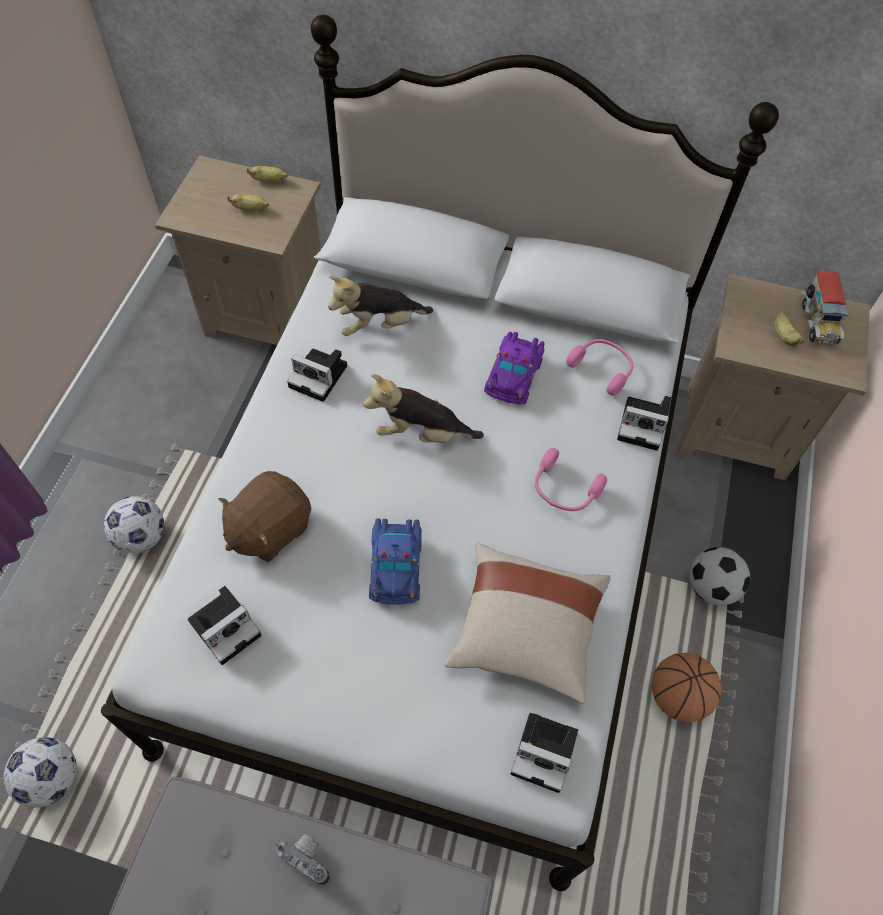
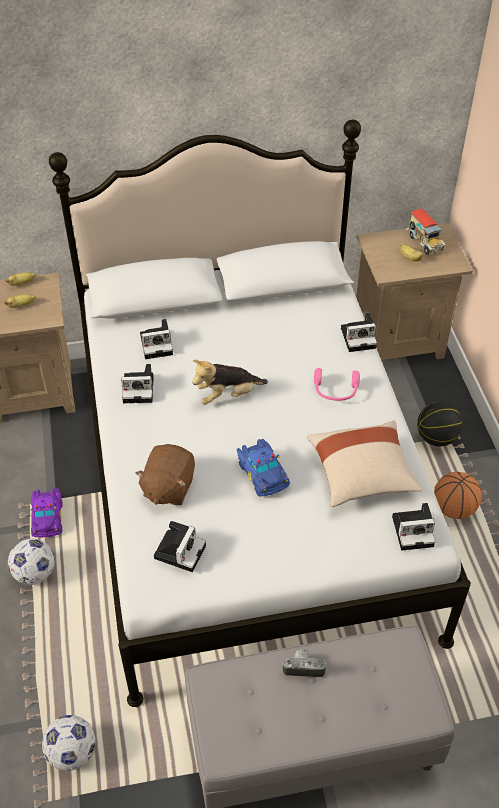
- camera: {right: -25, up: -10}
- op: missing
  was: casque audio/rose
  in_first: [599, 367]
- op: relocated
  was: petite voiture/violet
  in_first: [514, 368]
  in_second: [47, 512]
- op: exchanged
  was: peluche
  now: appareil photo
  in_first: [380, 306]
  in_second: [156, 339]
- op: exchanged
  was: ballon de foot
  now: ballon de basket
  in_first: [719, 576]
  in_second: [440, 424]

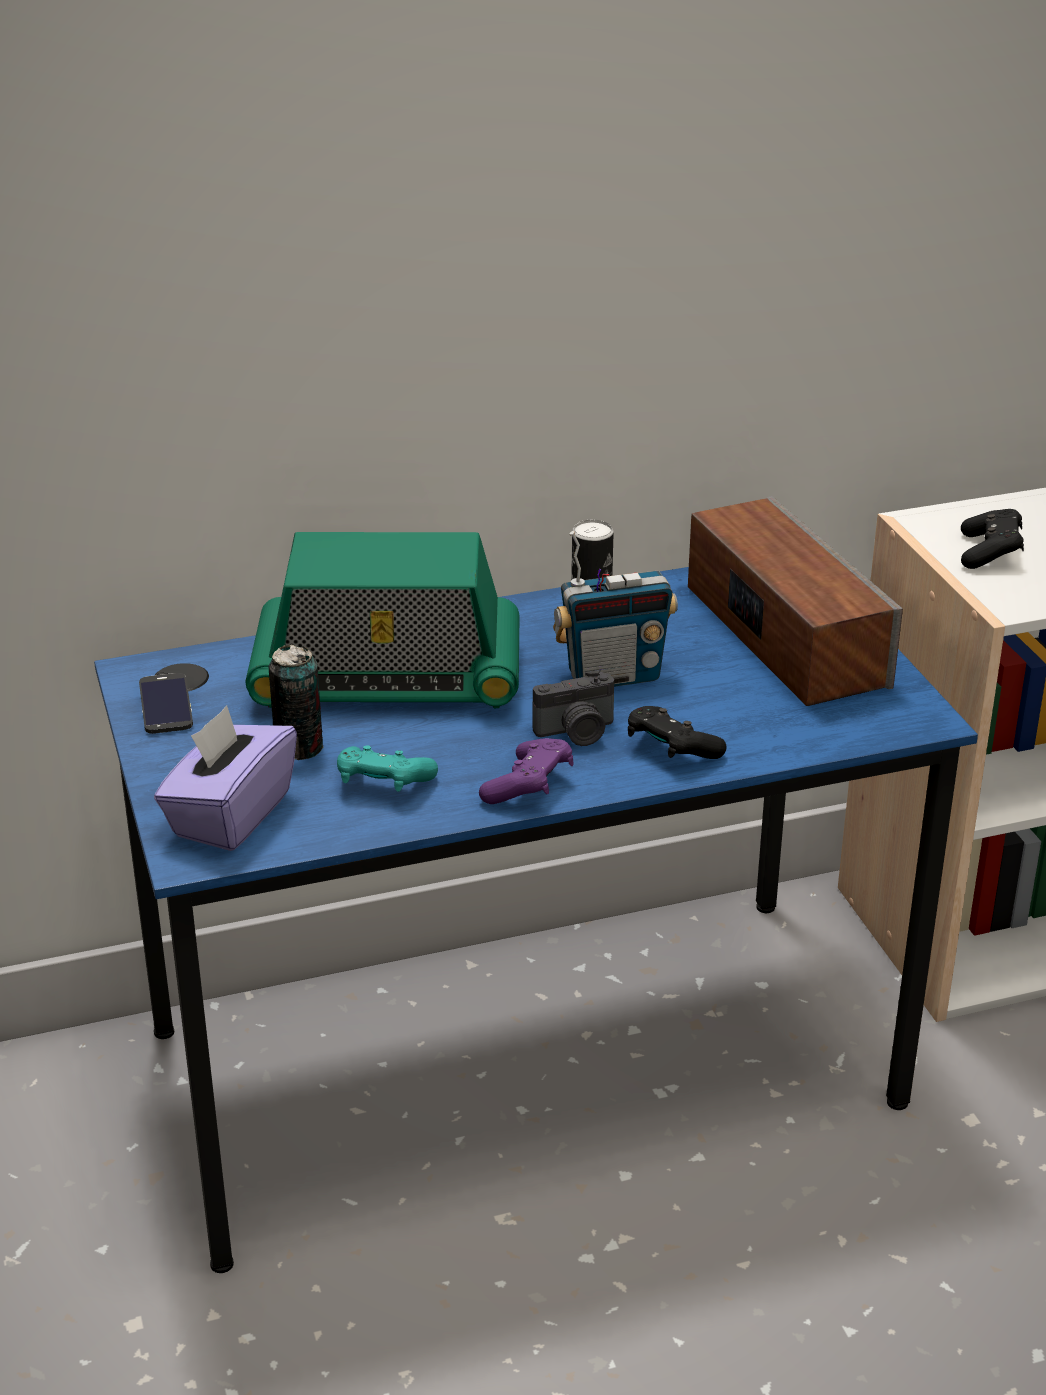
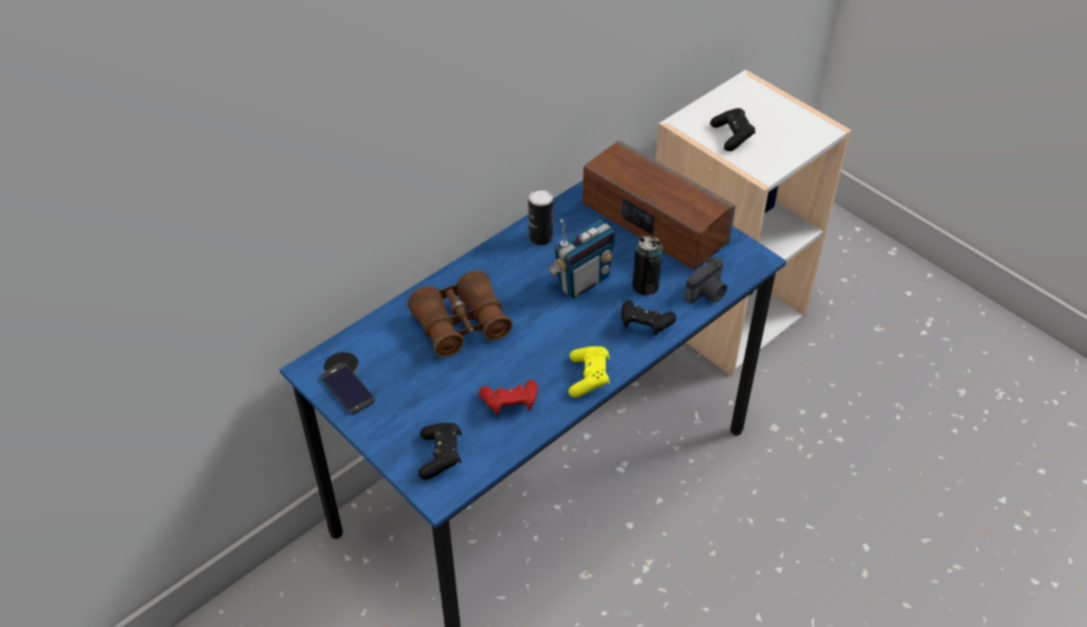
- camera: {right: -25, up: 15}
- op: relocated
  was: boîte métallique
  in_first: [296, 702]
  in_second: [647, 266]
- op: relocated
  was: appareil photo
  in_first: [573, 708]
  in_second: [705, 280]
- op: exchanged
  was: boîte à mouchoirs/violet
  now: manette/noir
  in_first: [225, 778]
  in_second: [440, 451]
- op: exchanged
  was: radio
  now: jumelles/marron
  in_first: [382, 620]
  in_second: [460, 313]
- op: colour
  was: manette/turquoise
  now: manette/rouge
  in_first: [387, 769]
  in_second: [508, 397]
- op: colour
  was: manette/violet
  now: manette/jaune
  in_first: [526, 771]
  in_second: [589, 372]

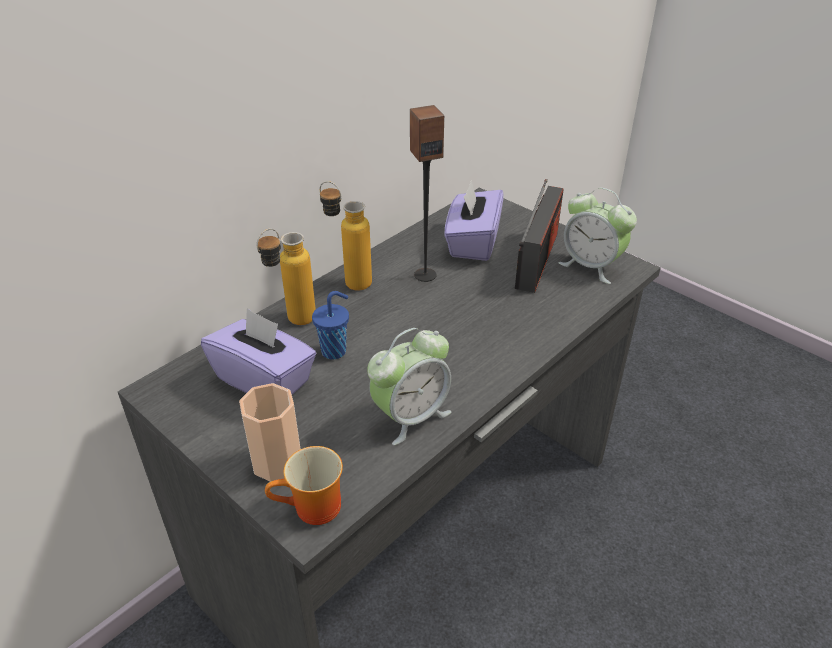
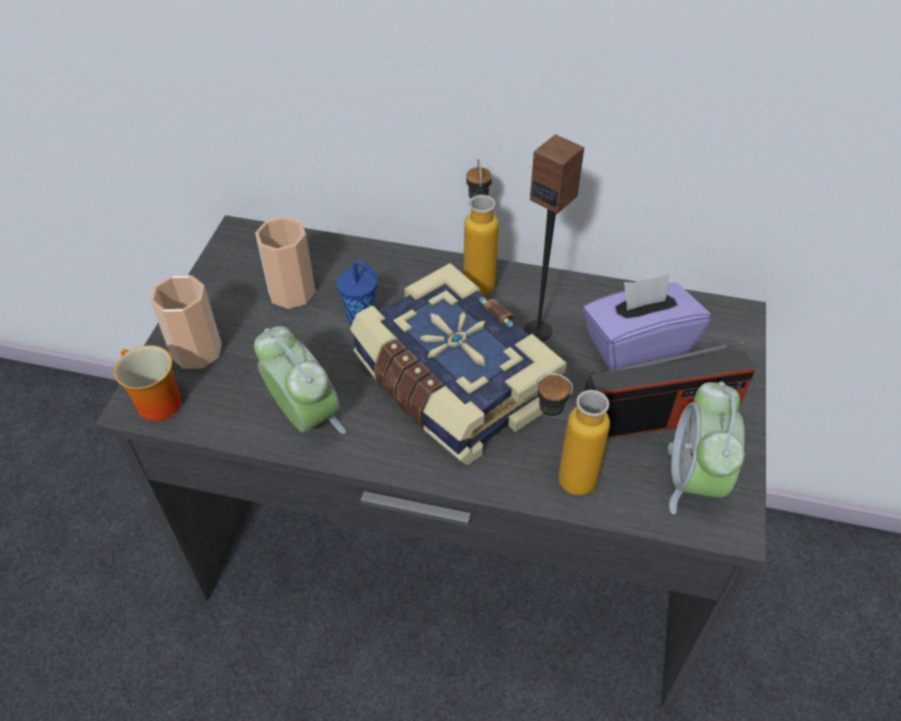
- camera: {right: 60, up: 10}
- op: appeared
  now: livre
  in_second: [458, 364]
- op: relocated
  was: bouteille
  in_first: [286, 276]
  in_second: [573, 434]
- op: exchanged
  was: boîte à mouchoirs/violet
  now: tasse
  in_first: [258, 351]
  in_second: [285, 263]
- op: spun
  was: réveil
  in_first: [409, 386]
  in_second: [300, 380]
  clockwise: -150

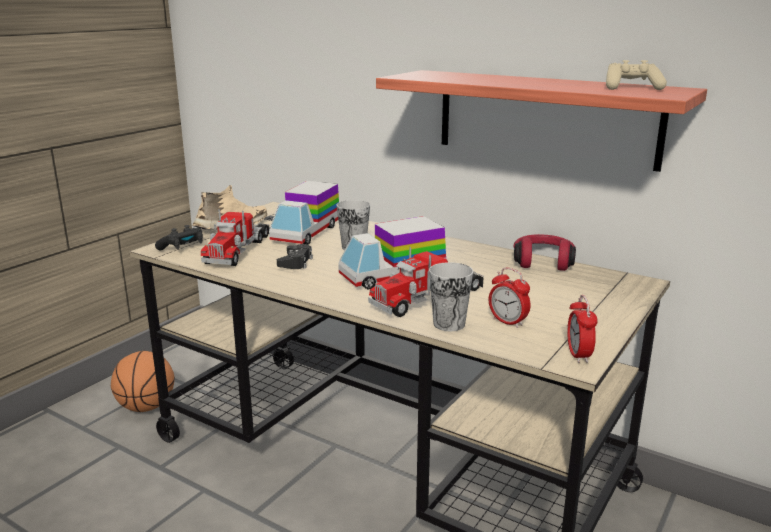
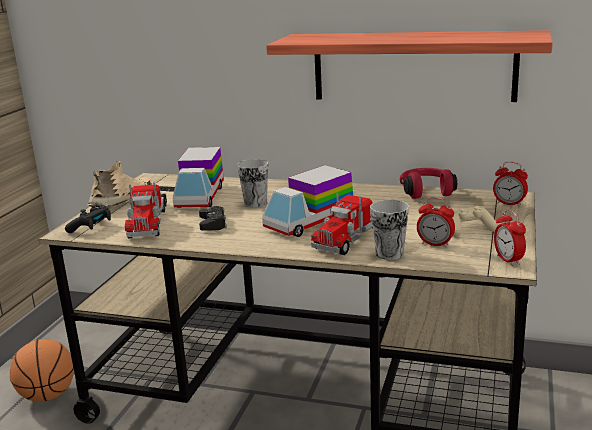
- camera: {right: -15, up: 0}
- op: appeared
  now: réveil
  in_second: [510, 184]
- op: relocated
  was: manette/beige
  in_first: [636, 75]
  in_second: [475, 221]

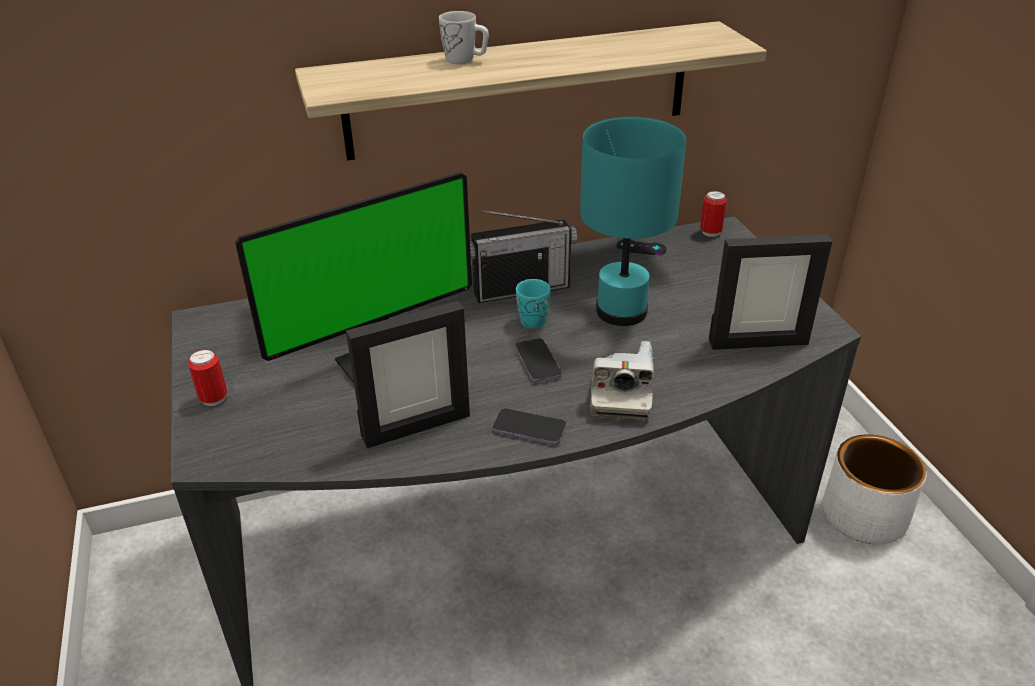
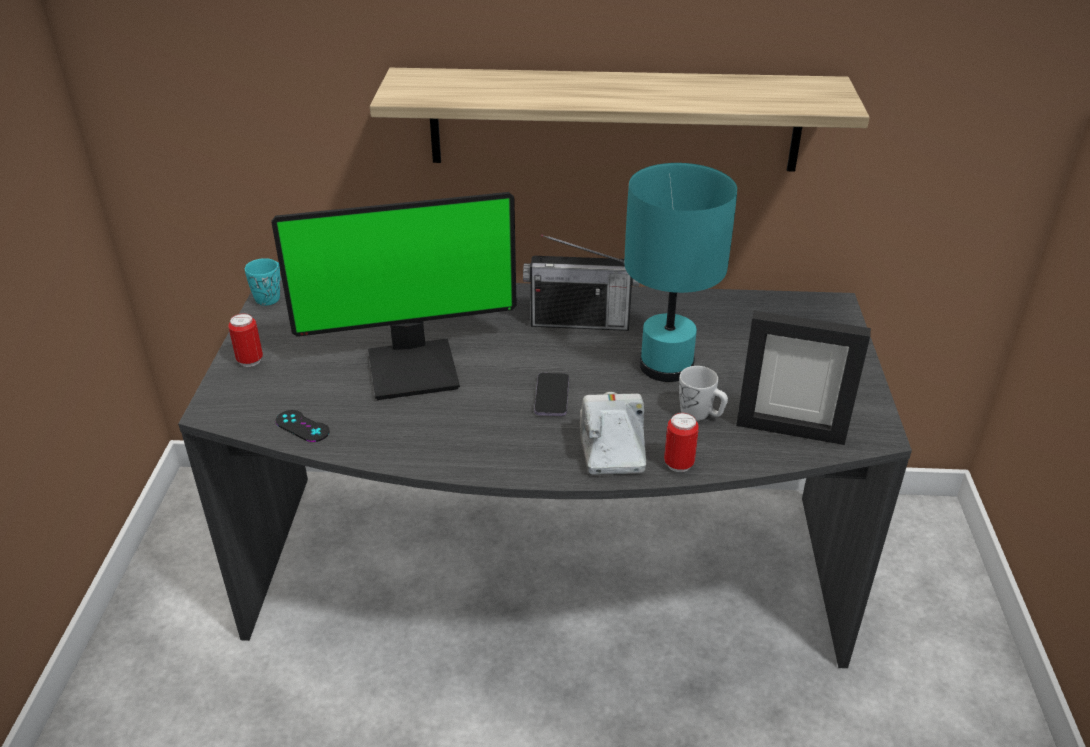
- camera: {right: 20, up: 0}
- op: missing
  was: cadre photo
  in_first: [408, 374]
- op: missing
  was: téléphone
  in_first: [529, 426]
- op: missing
  was: cache-pot/blanc
  in_first: [875, 489]
- op: relocated
  was: mug/blanc
  in_first: [464, 37]
  in_second: [703, 393]
- op: relocated
  was: mug/turquoise
  in_first: [533, 304]
  in_second: [262, 282]
- op: relocated
  was: manette/noir
  in_first: [642, 247]
  in_second: [302, 426]
- op: relocated
  was: boîte métallique
  in_first: [713, 214]
  in_second: [681, 442]
- op: spun
  was: appareil photo
  in_first: [622, 381]
  in_second: [613, 433]
  clockwise: 150

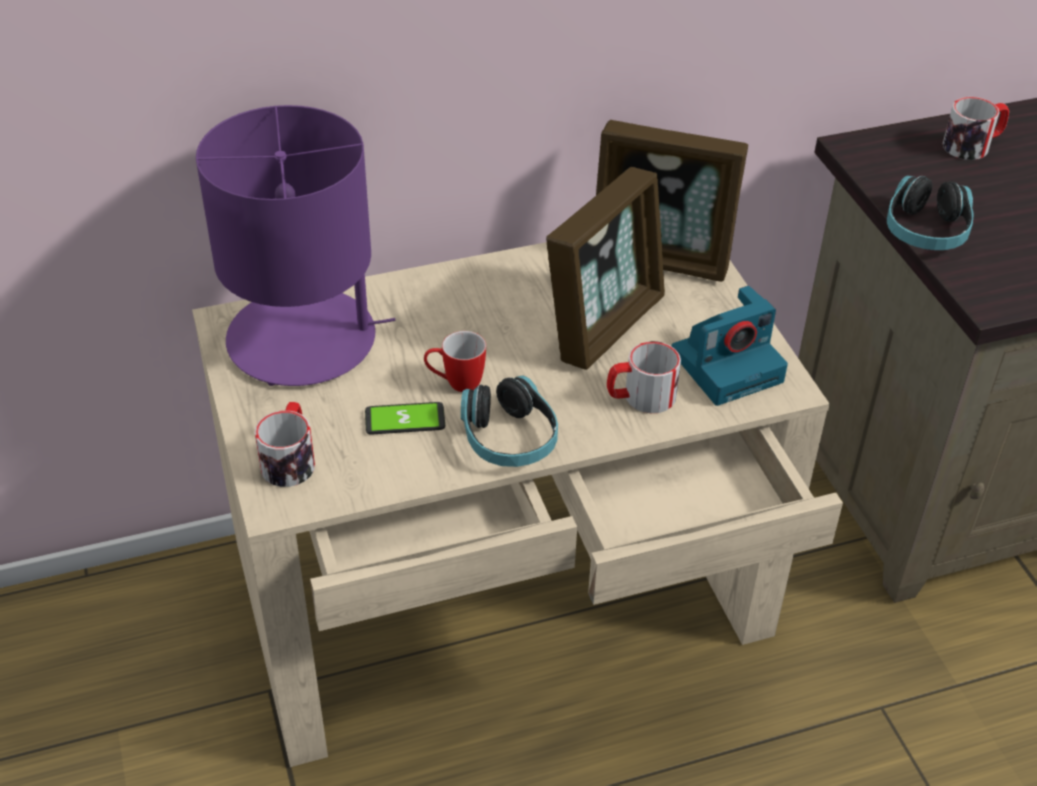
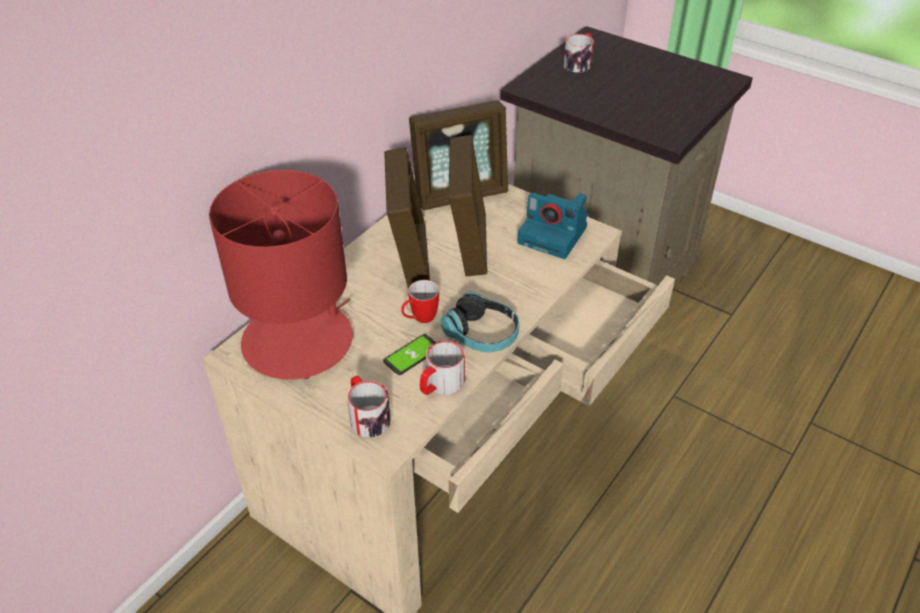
- camera: {right: -35, up: 0}
- op: missing
  was: casque audio
  in_first: [930, 213]
- op: appeared
  now: cadre photo
  in_second: [407, 217]
- op: relocated
  was: mug
  in_first: [644, 377]
  in_second: [442, 367]
- op: colour
  was: lampe de table/violet
  now: lampe de table/rouge
  in_first: [295, 245]
  in_second: [281, 275]
- op: spun
  was: appareil photo
  in_first: [730, 346]
  in_second: [552, 226]
  clockwise: 90

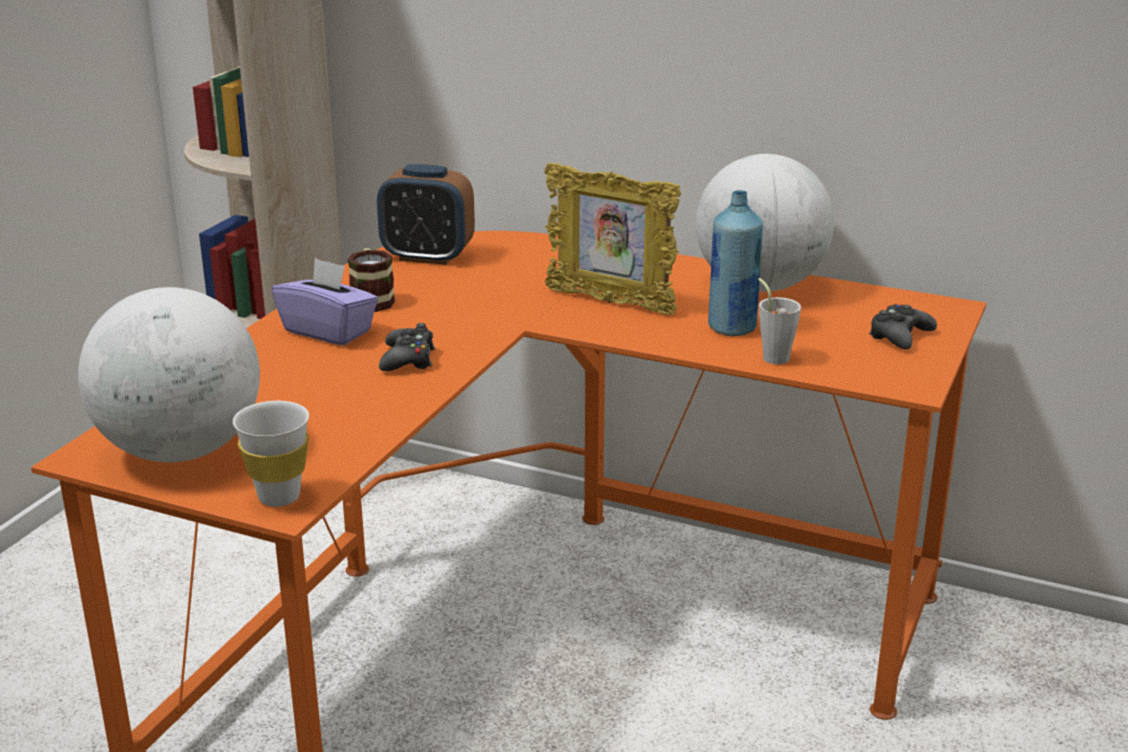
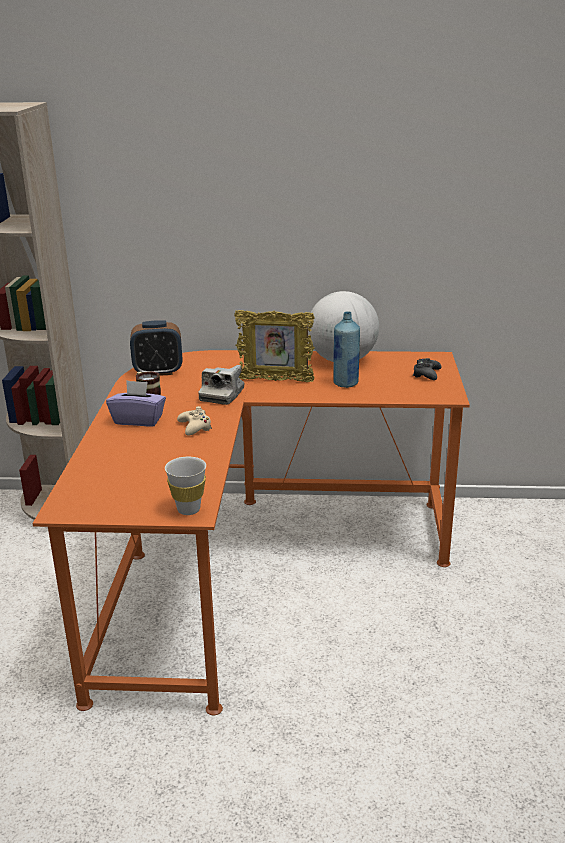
- camera: {right: -20, up: 0}
- op: missing
  was: globe
  in_first: [169, 374]
- op: missing
  was: tasse/gris
  in_first: [779, 321]
- op: appeared
  now: appareil photo
  in_second: [221, 385]
- op: colour
  was: manette/noir
  now: manette/beige
  in_first: [407, 347]
  in_second: [194, 421]

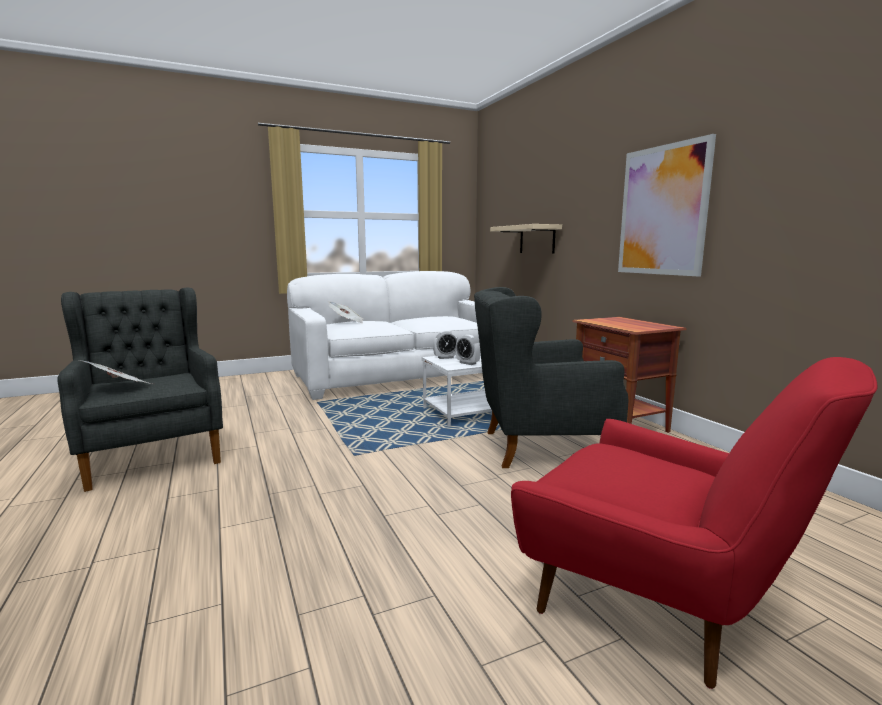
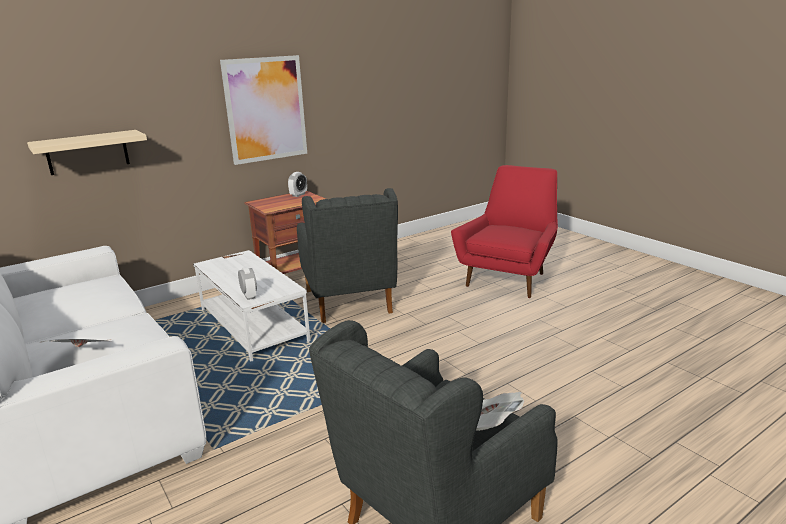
- camera: {right: -100, up: 10}
- op: relocated
  was: réveil
  in_first: [468, 350]
  in_second: [297, 184]

